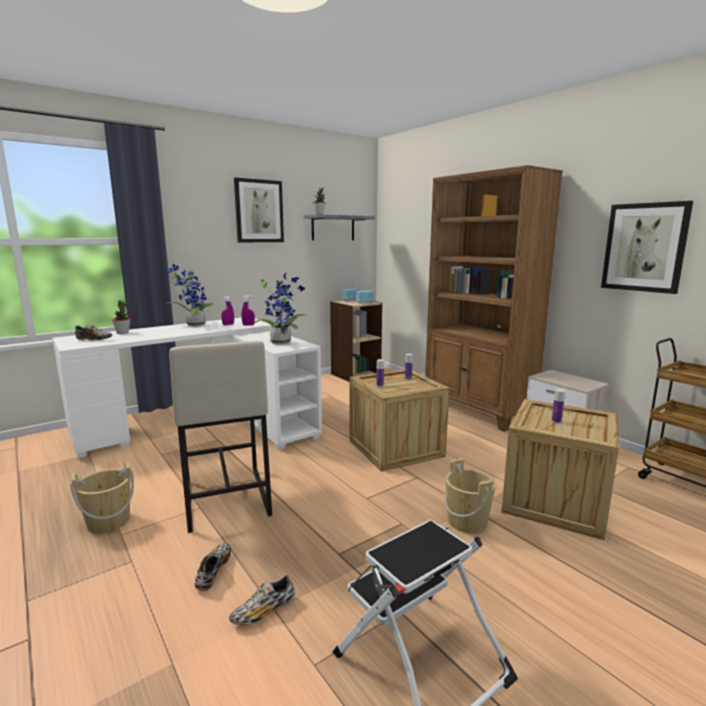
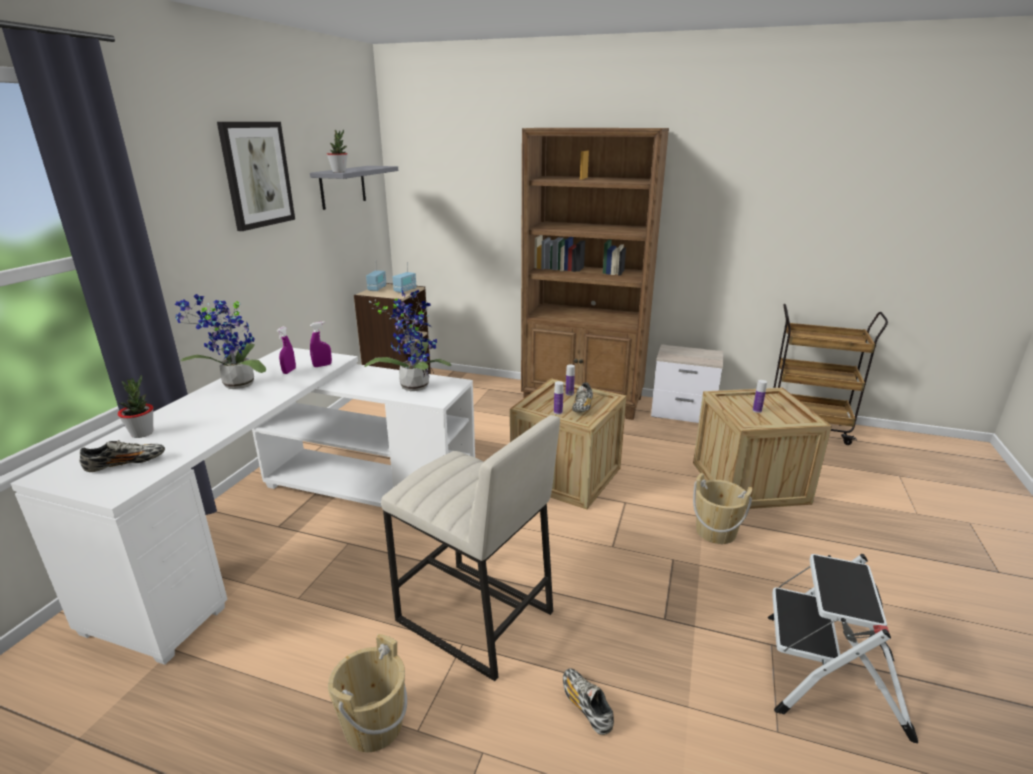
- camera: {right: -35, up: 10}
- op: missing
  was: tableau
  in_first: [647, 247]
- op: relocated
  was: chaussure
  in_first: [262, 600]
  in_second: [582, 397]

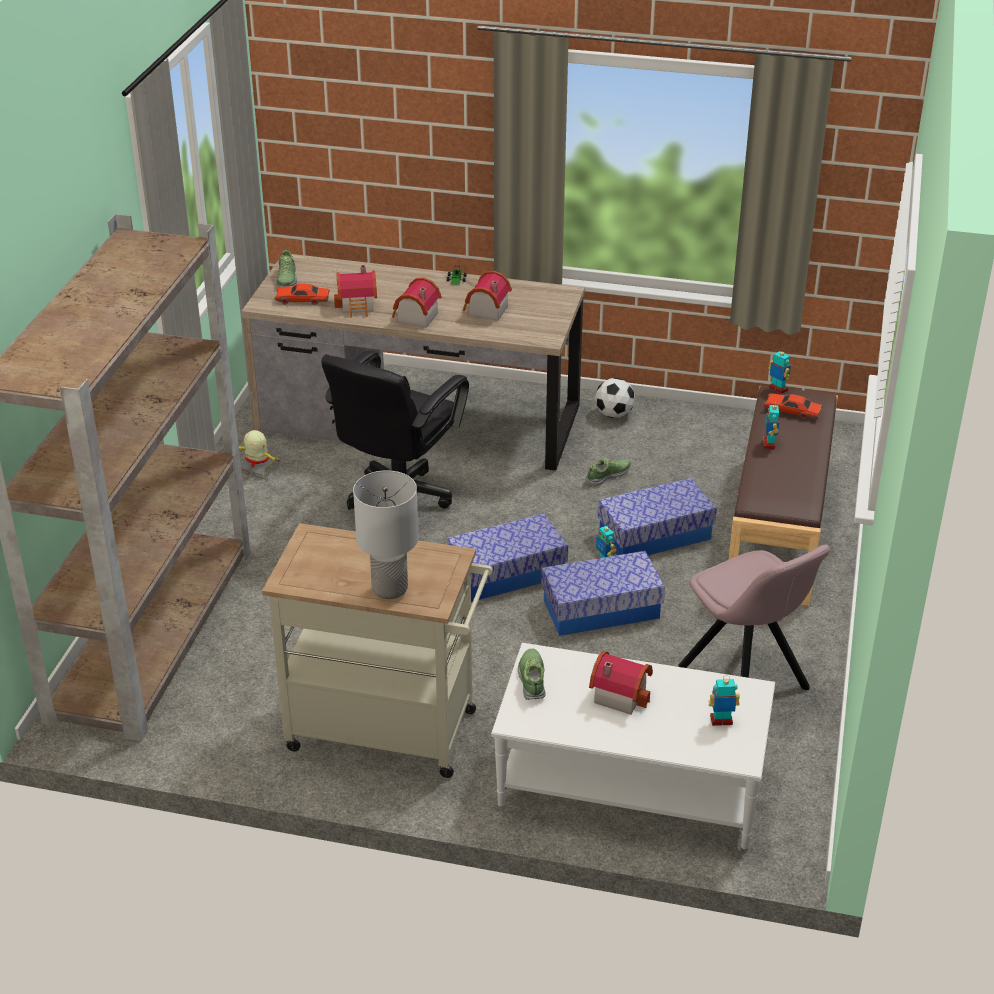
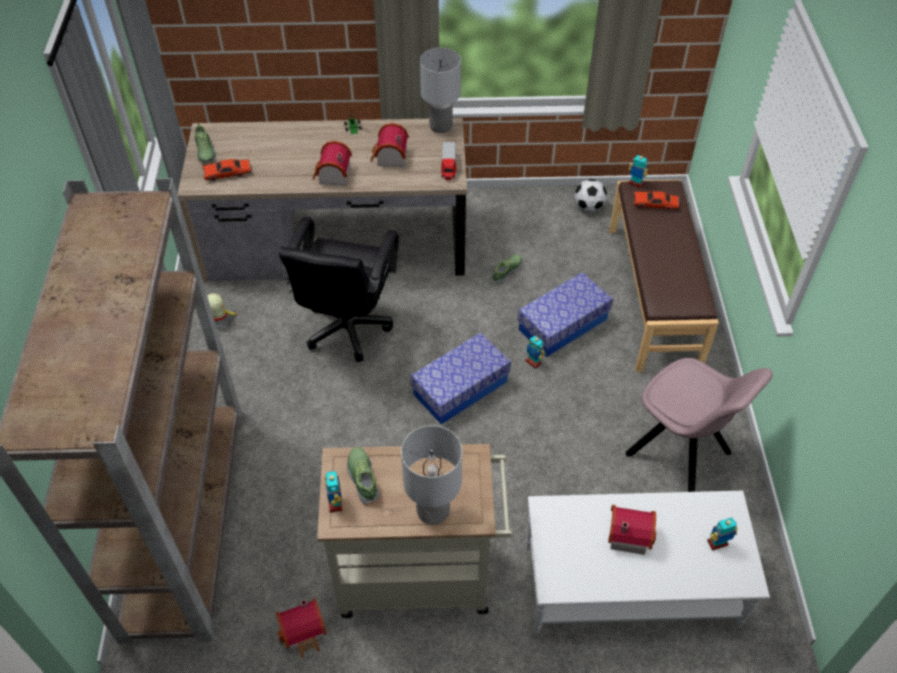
- camera: {right: -15, up: 15}
- op: missing
  was: boîte de rangement
  in_first: [603, 593]
- op: appeared
  now: lampe de table/gris
  in_second: [440, 90]
- op: appeared
  now: camion jouet
  in_second: [448, 161]
- op: relocated
  was: maison miniature
  in_first: [355, 291]
  in_second: [301, 628]
- op: relocated
  was: chaussure
  in_first: [532, 674]
  in_second: [363, 475]
- op: relocated
  was: ballon de foot
  in_first: [615, 398]
  in_second: [590, 195]
- op: relocated
  was: robot jouet
  in_first: [771, 426]
  in_second: [333, 491]

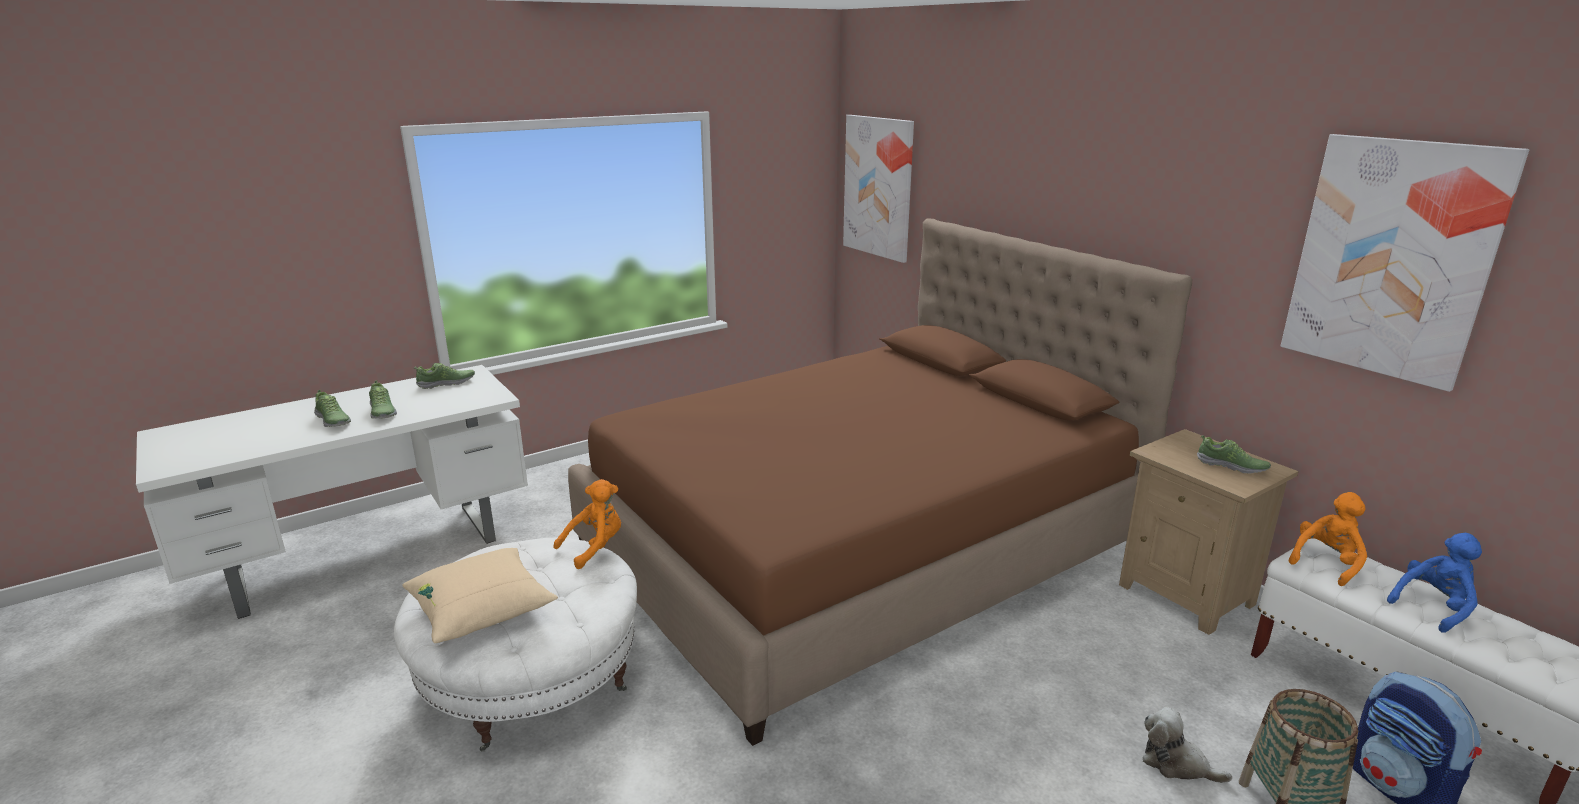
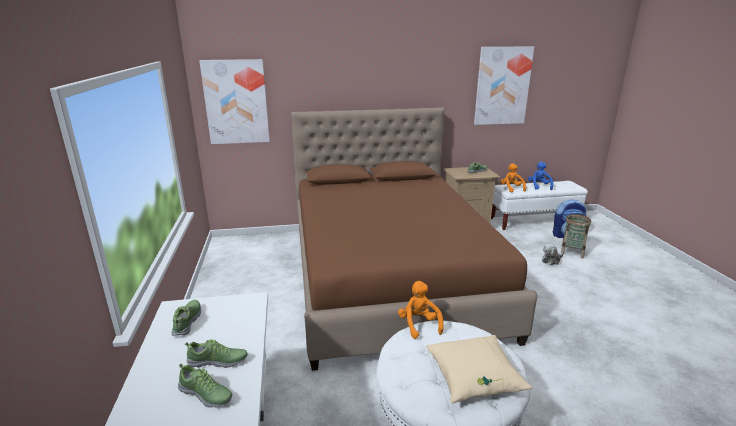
- camera: {right: -65, up: 0}
- op: spun
  was: chaussure
  in_first: [332, 408]
  in_second: [205, 385]
  clockwise: 45

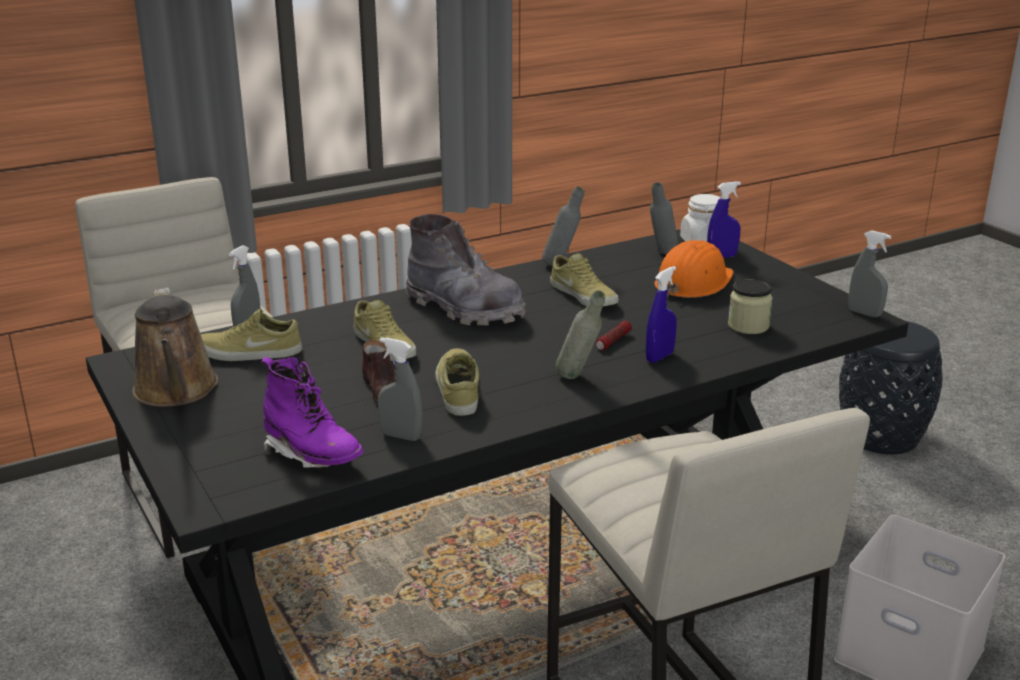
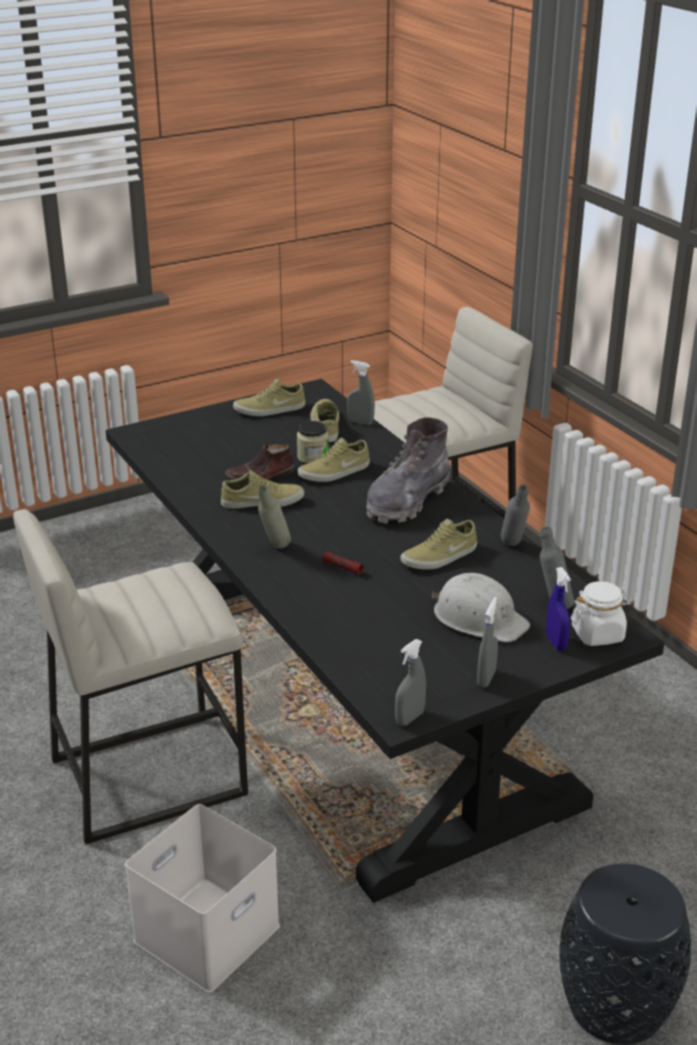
- camera: {right: 90, up: 5}
- op: missing
  was: botte/violet
  in_first: [313, 412]
- op: missing
  was: vaporisateur/bleu
  in_first: [661, 314]
- op: relocated
  was: vaporisateur/gris
  in_first: [400, 389]
  in_second: [487, 642]
- op: relocated
  was: bocal
  in_first: [750, 307]
  in_second: [313, 442]
- op: exchanged
  was: arrosoir/marron
  now: chaussure/beige
  in_first: [175, 347]
  in_second: [269, 397]
- op: colour
  was: casque de chantier/orange
  now: casque de chantier/blanc
  in_first: [694, 269]
  in_second: [481, 607]

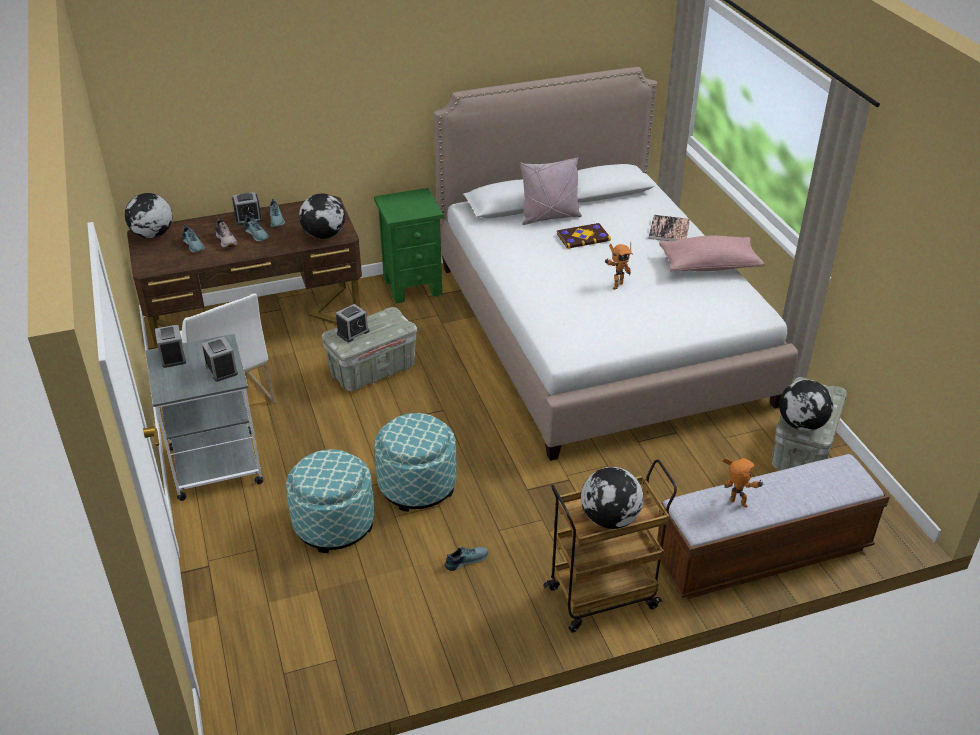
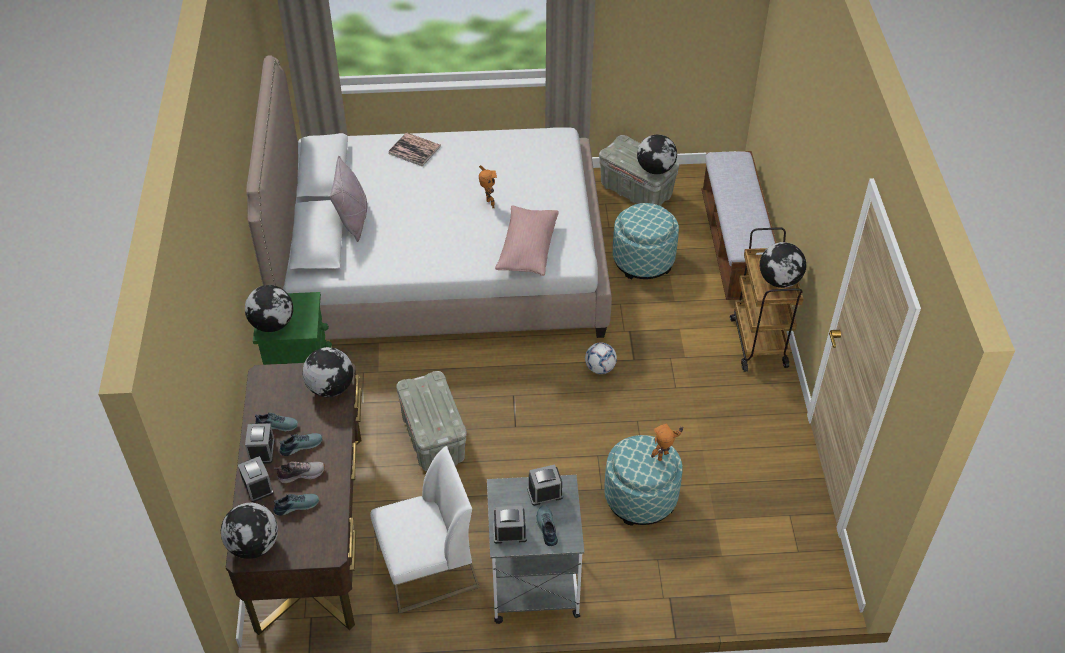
- camera: {right: -75, up: 10}
- op: missing
  was: livre
  in_first: [584, 236]
- op: appeared
  now: globe
  in_second: [269, 308]
- op: appeared
  now: ballon de foot
  in_second: [601, 358]
- op: relocated
  was: réveil
  in_first: [353, 323]
  in_second: [256, 479]
- op: relocated
  was: pouf
  in_first: [415, 462]
  in_second: [646, 241]
- op: relocated
  was: chaussure
  in_first: [466, 559]
  in_second: [547, 525]
- op: relocated
  was: coussin/rose
  in_first: [711, 253]
  in_second: [526, 240]
- op: relocated
  was: robot jouet
  in_first: [743, 483]
  in_second: [667, 442]

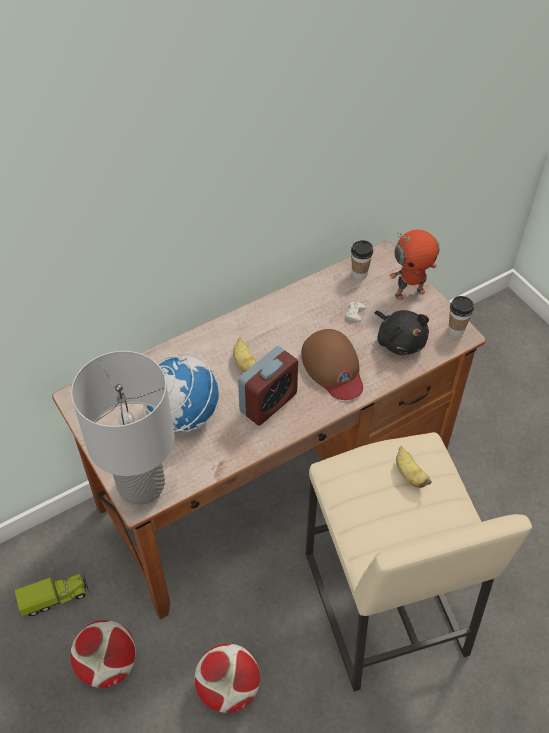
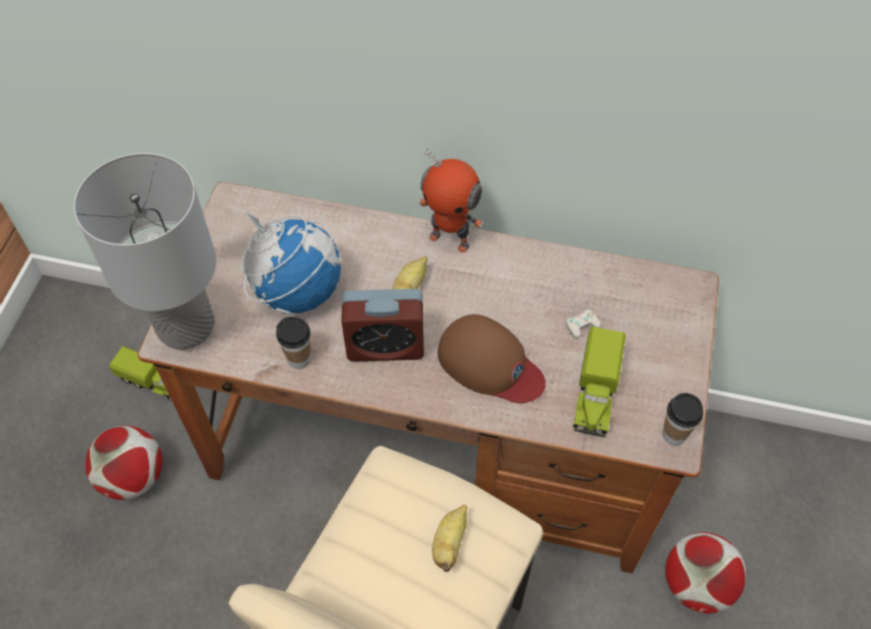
- camera: {right: 45, up: 5}
- op: relocated
  was: ballon de foot
  in_first: [227, 678]
  in_second: [705, 573]
- op: relocated
  was: tasse
  in_first: [362, 260]
  in_second: [293, 343]
- op: relocated
  was: robot jouet
  in_first: [414, 264]
  in_second: [451, 200]
- op: exchanged
  was: peluche/noir
  now: camion jouet
  in_first: [402, 332]
  in_second: [599, 382]
- op: spun
  was: casquette/marron
  in_first: [332, 364]
  in_second: [492, 358]
  clockwise: -75

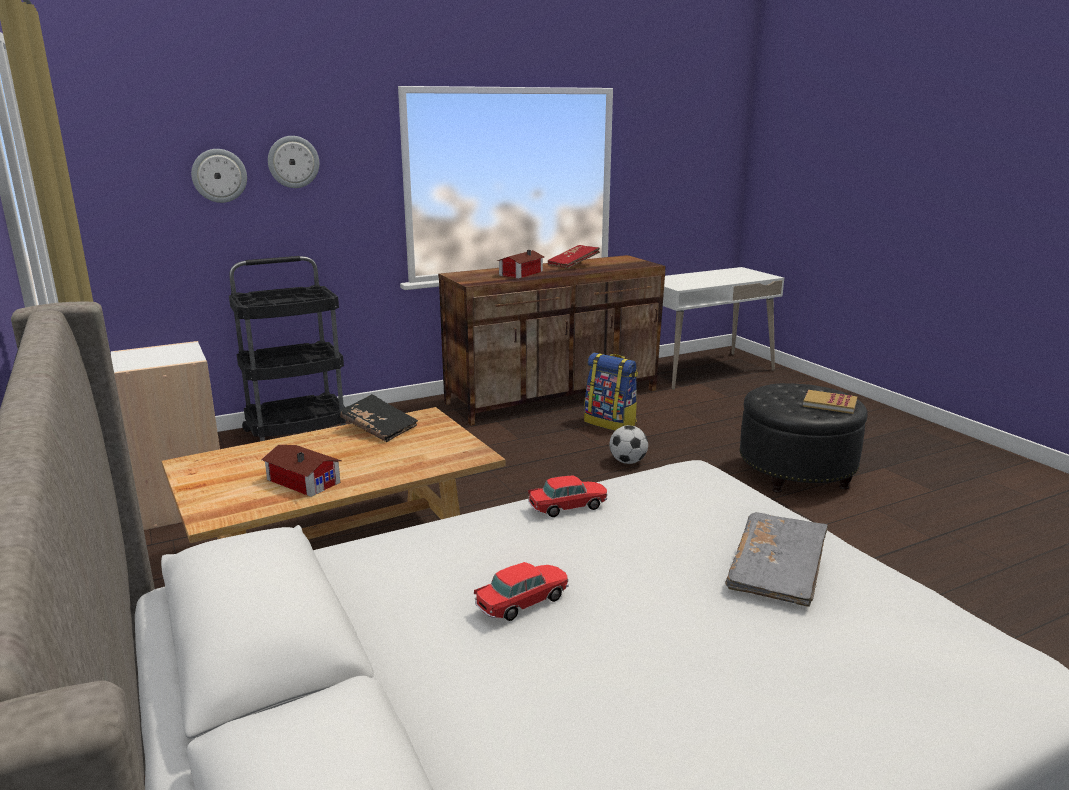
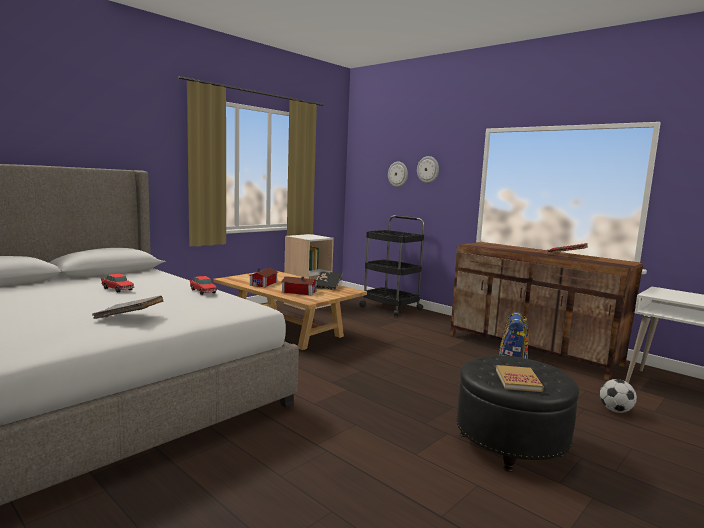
- camera: {right: 70, up: -10}
- op: relocated
  was: maison miniature
  in_first: [520, 264]
  in_second: [299, 285]
- op: relocated
  was: ballon de foot
  in_first: [628, 444]
  in_second: [618, 396]

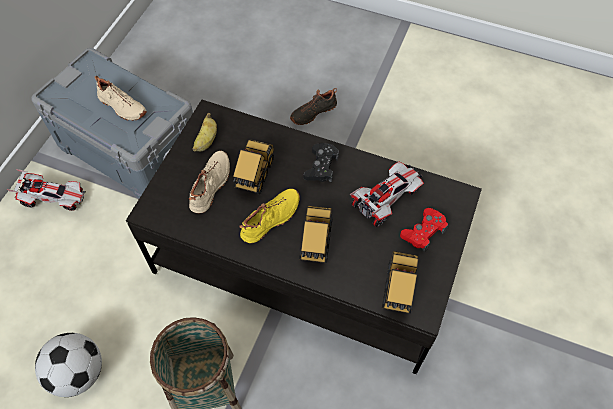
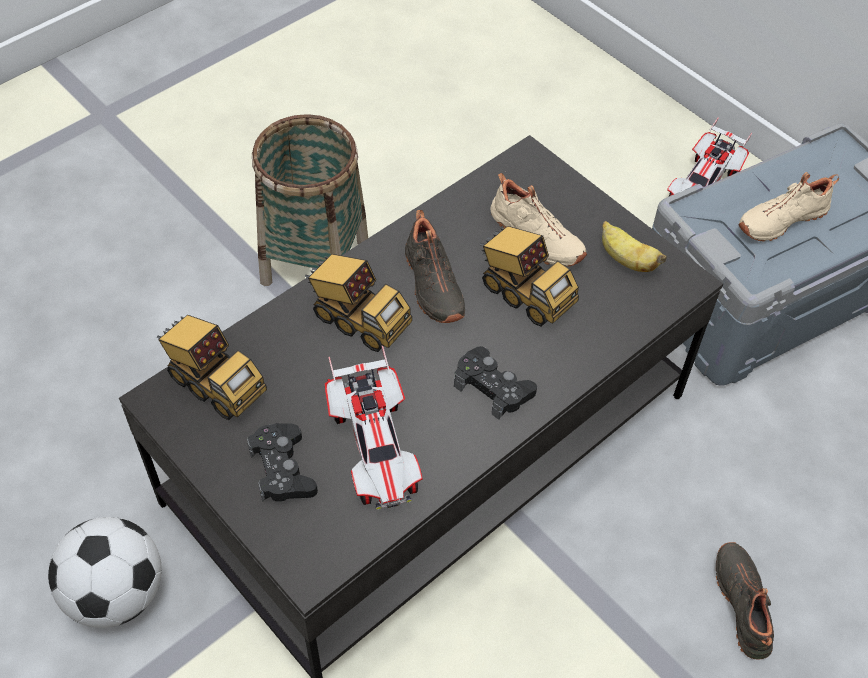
- camera: {right: 115, up: -5}
- op: relocated
  was: ballon de foot
  in_first: [68, 365]
  in_second: [105, 572]
- op: colour
  was: chaussure/jaune
  now: chaussure/noir
  in_first: [269, 216]
  in_second: [435, 266]
- op: colour
  was: manette/rouge
  now: manette/noir
  in_first: [424, 230]
  in_second: [282, 462]

